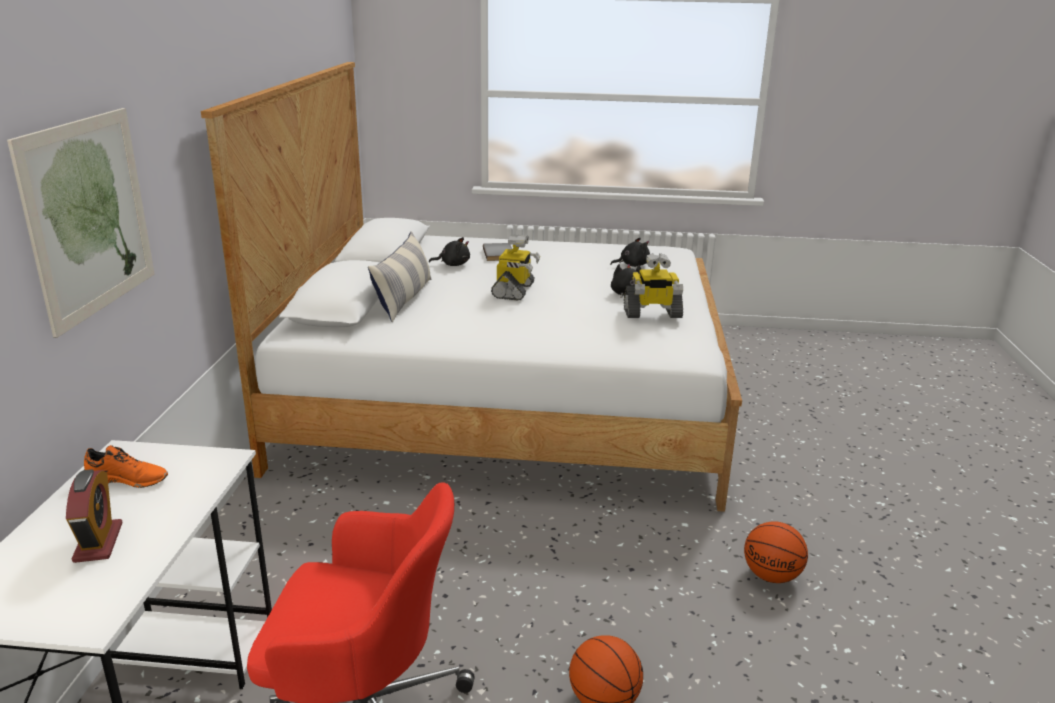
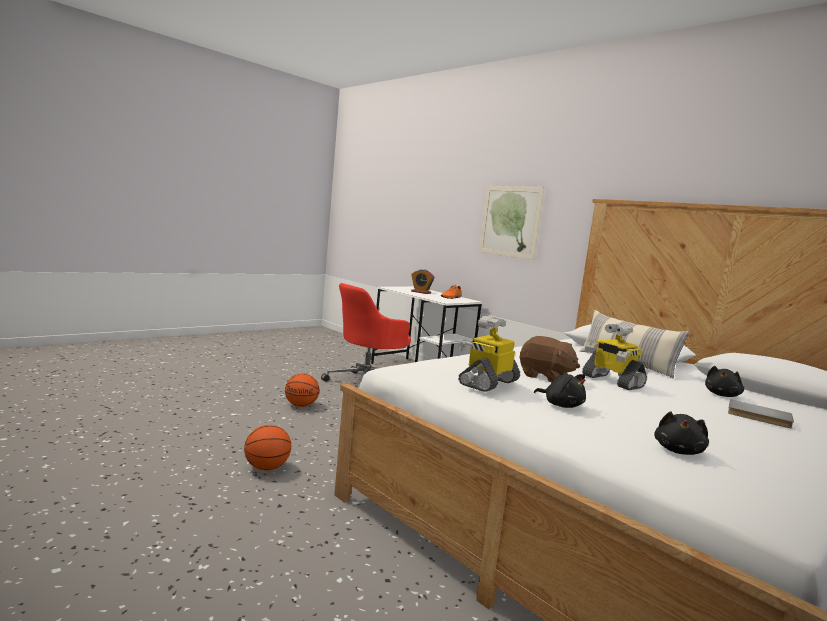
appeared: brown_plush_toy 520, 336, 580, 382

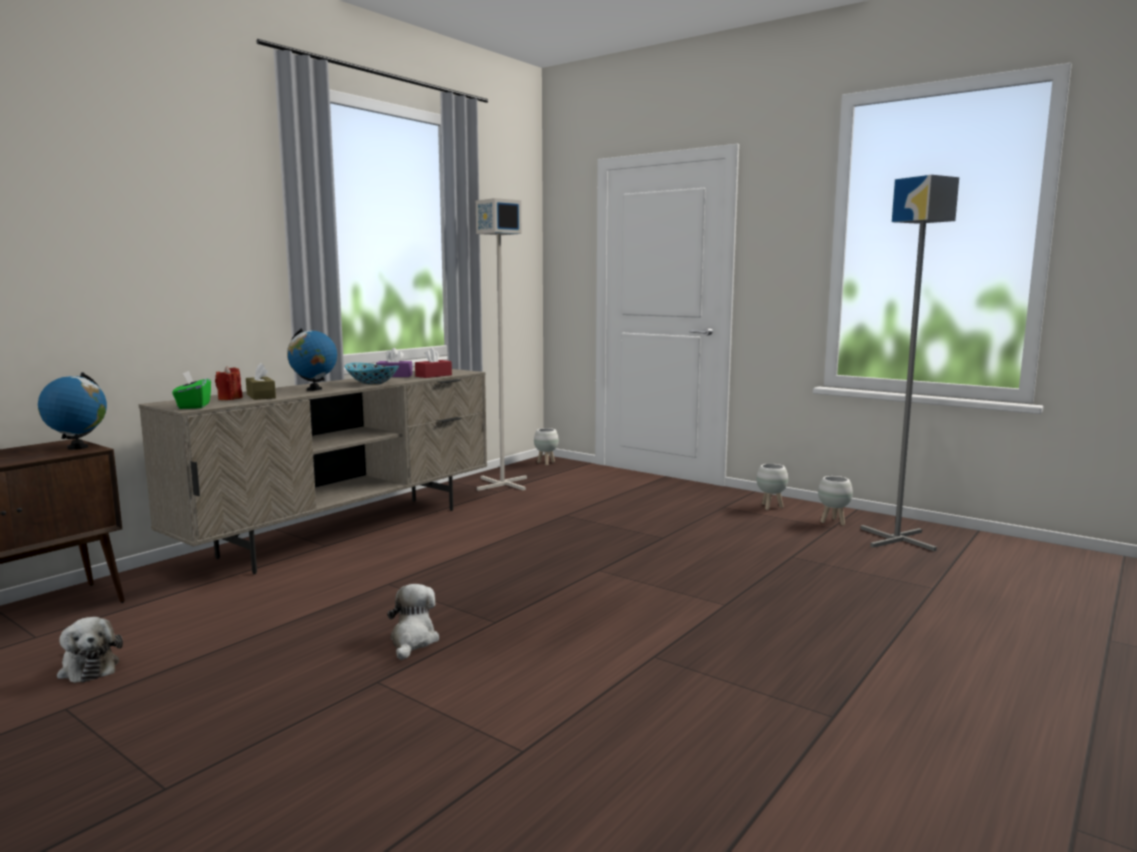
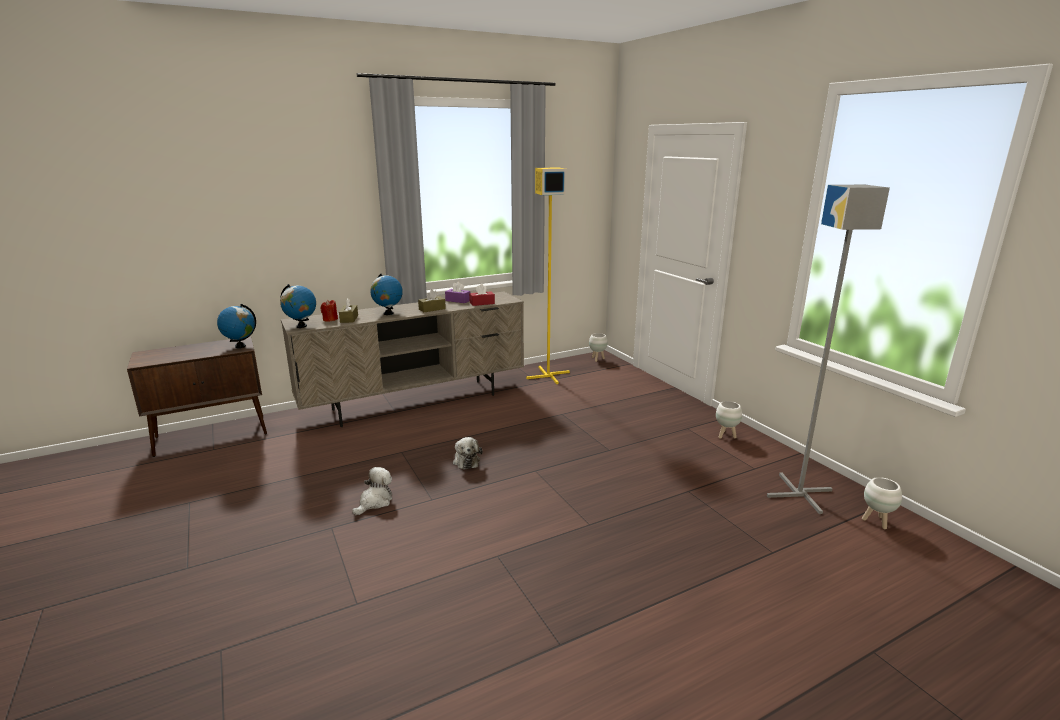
relocated: plush_toy 57, 617, 123, 683 to 453, 437, 483, 470; white_planter 818, 476, 853, 526 to 862, 477, 902, 529
exchanged: green_tissue_box 172, 371, 211, 409 to globe 280, 284, 316, 328; bowl 345, 363, 399, 384 to brown_tissue_box 418, 290, 446, 312
colour: grey_floor_lamp 476, 198, 527, 491 to yellow_floor_lamp 526, 168, 570, 384

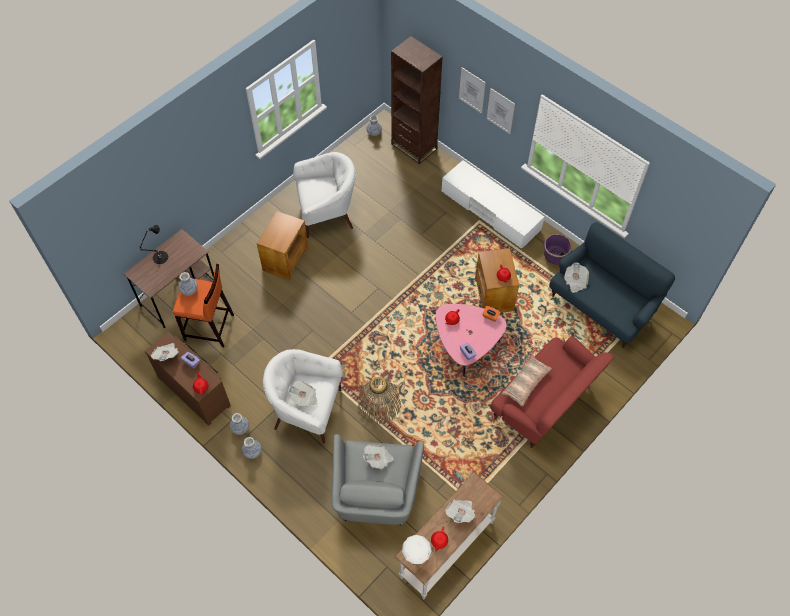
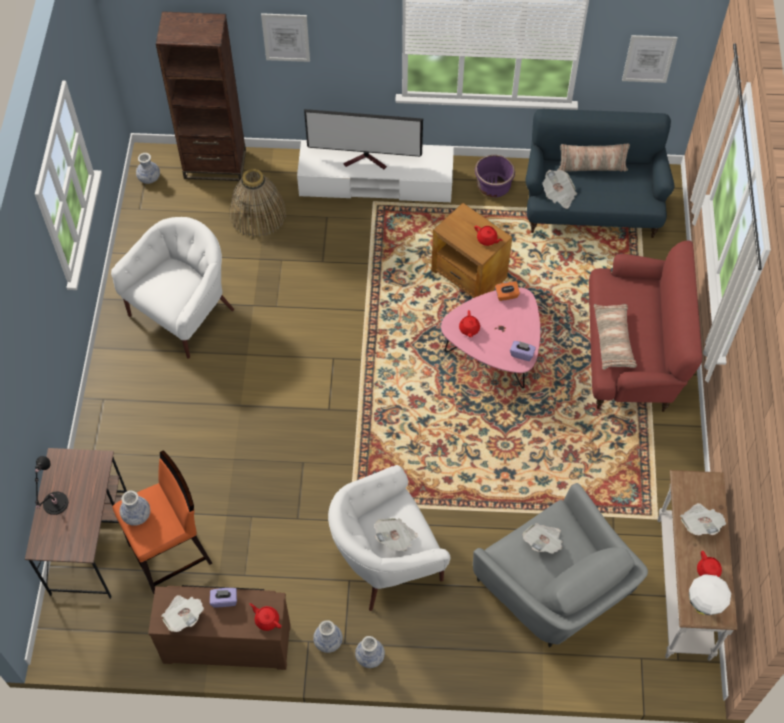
missing: brown_side_table 257, 211, 308, 281
appeared: television 304, 109, 423, 169; pillow 558, 143, 630, 172
relocated: basket 358, 377, 401, 425 to 230, 169, 286, 238; picture 487, 88, 515, 134 to 622, 35, 678, 83

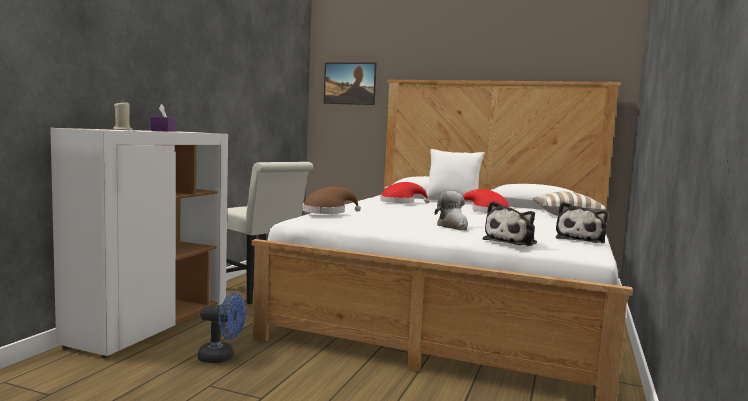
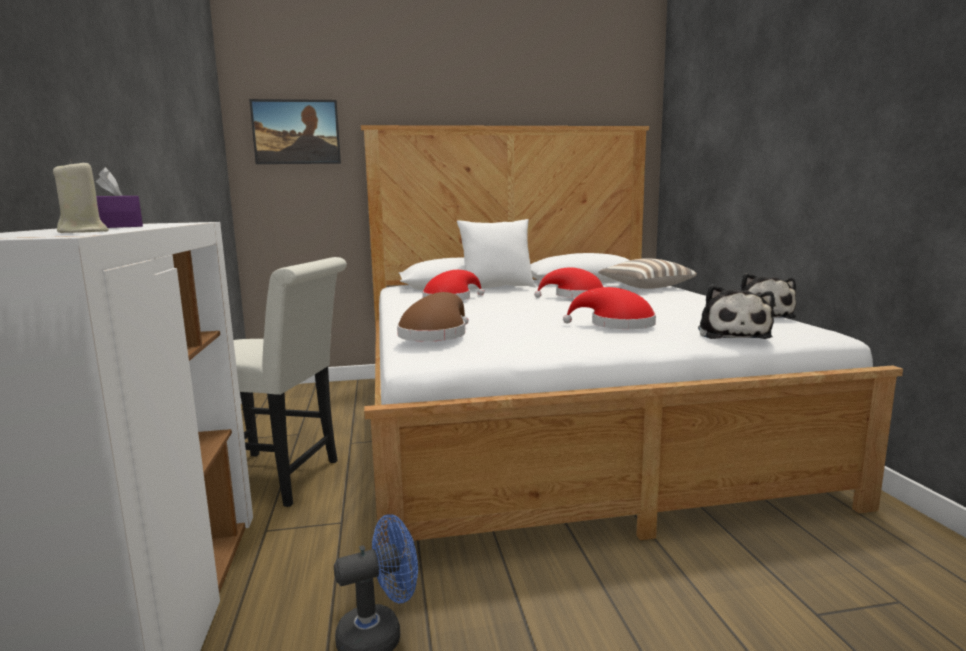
exchanged: plush_toy 435, 191, 468, 231 to red_hat 563, 287, 656, 329

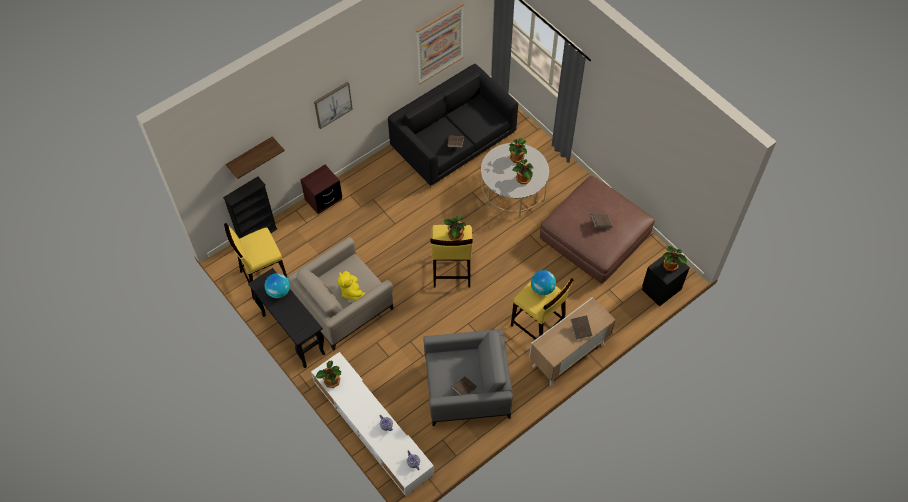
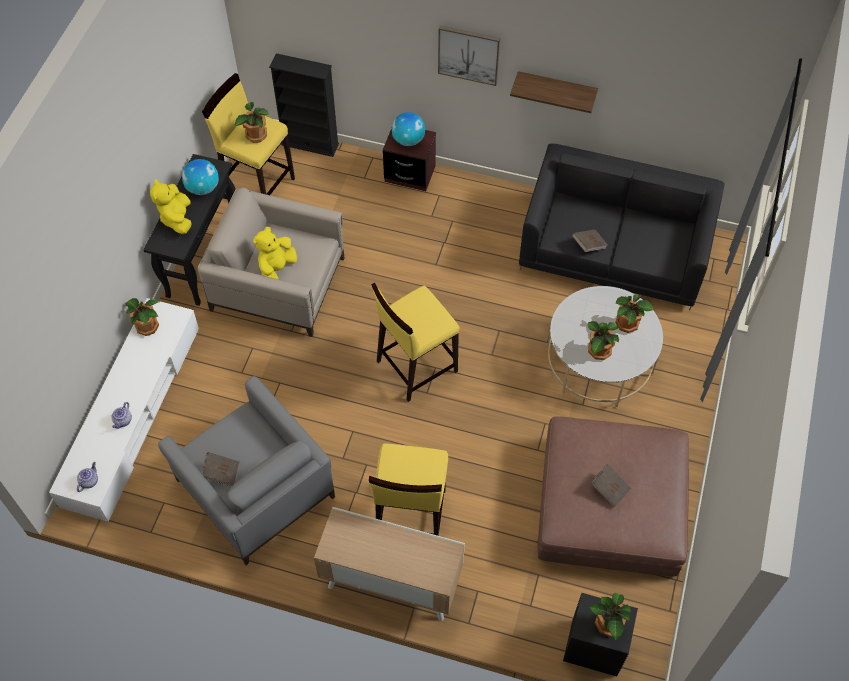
missing: picture 416, 3, 464, 84; brown_book 571, 315, 592, 340
appeared: yellow_plush_toy 150, 179, 192, 234
relocated: potted_plant 444, 216, 466, 241 to 234, 102, 269, 143; globe 531, 270, 556, 295 to 392, 112, 425, 146; shelf 226, 136, 285, 179 to 510, 71, 598, 113

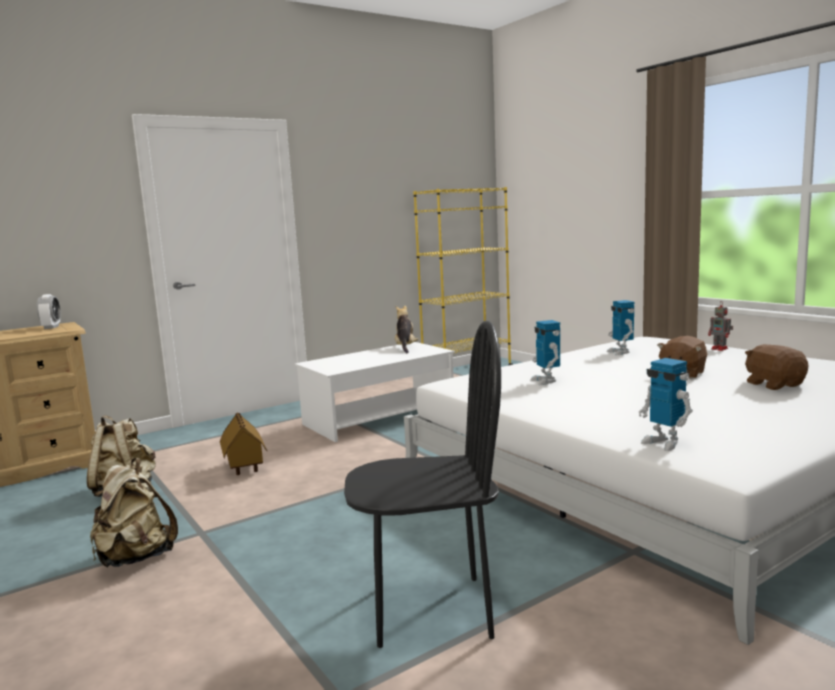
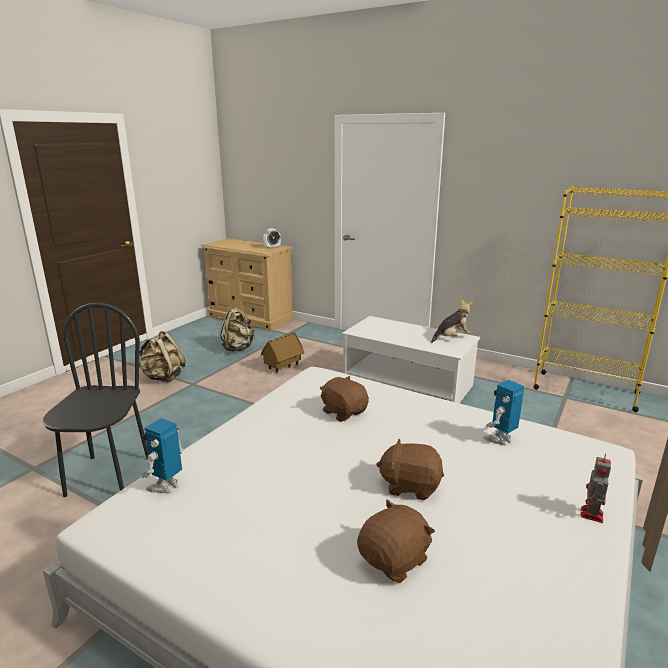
exchanged: toy_robot 530, 320, 560, 385 to brown_plush_toy 319, 376, 369, 422
spun: black_chair 344, 321, 501, 648 = 43, 302, 149, 497 150 degrees counterclockwise

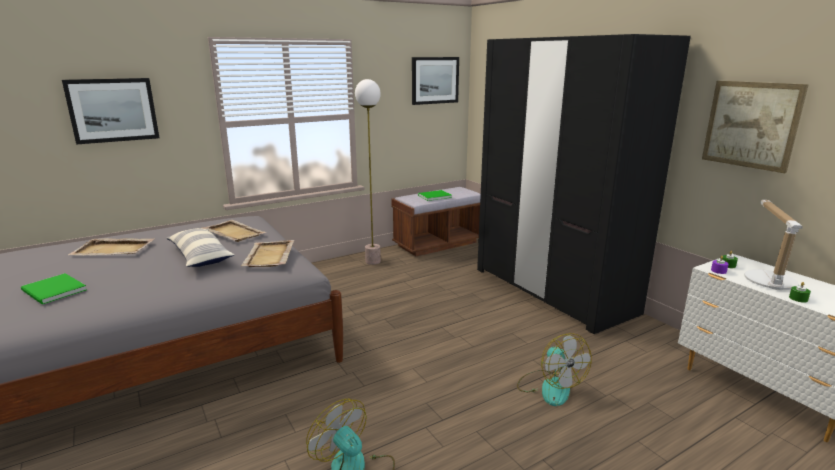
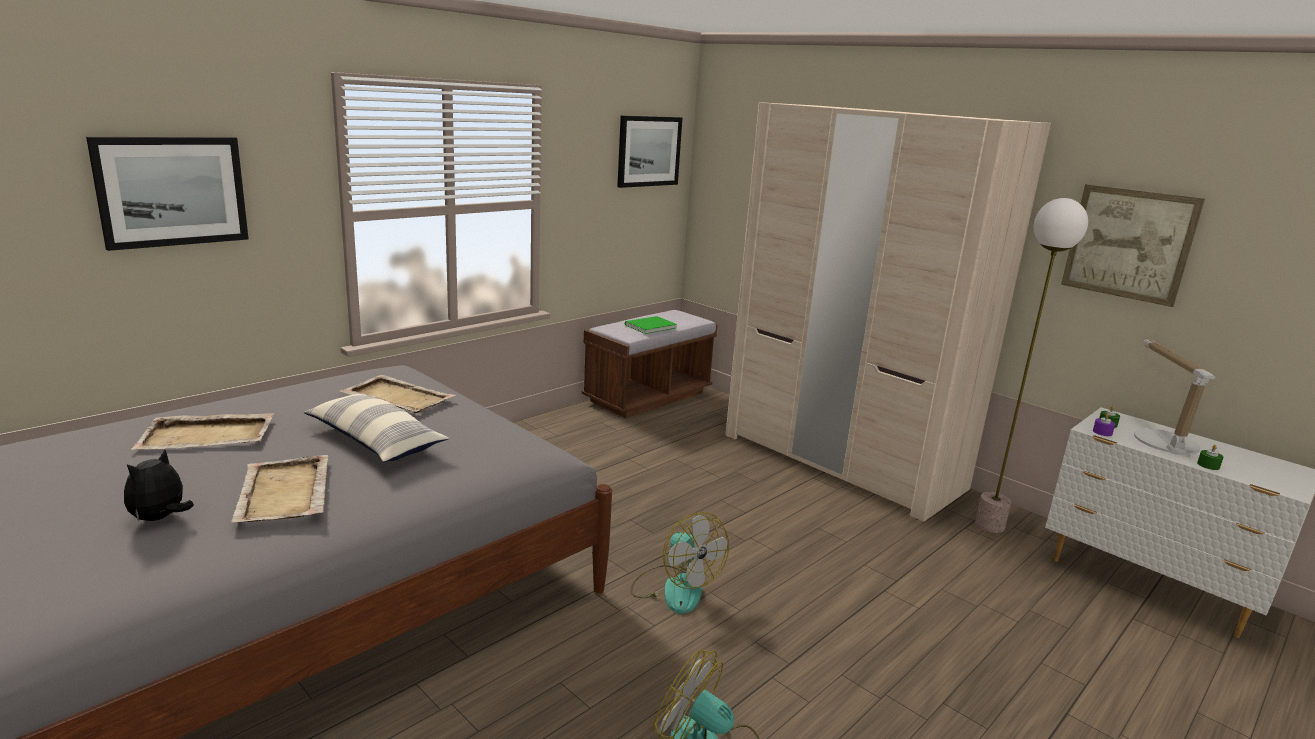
relocated: beige_tray 241, 240, 294, 267 to 231, 455, 328, 523; fan 517, 333, 592, 406 to 630, 512, 729, 614; floor_lamp 355, 79, 381, 265 to 975, 198, 1088, 533
exchanged: green_book 21, 273, 87, 305 to plush_toy 124, 450, 194, 521
colour: black_wardrobe 477, 34, 691, 334 to beige_wardrobe 725, 102, 1051, 522

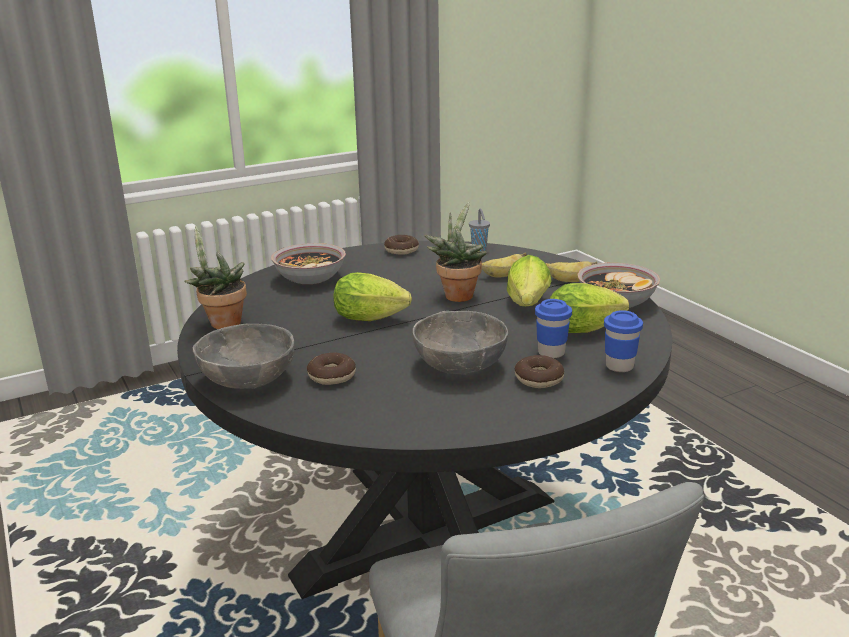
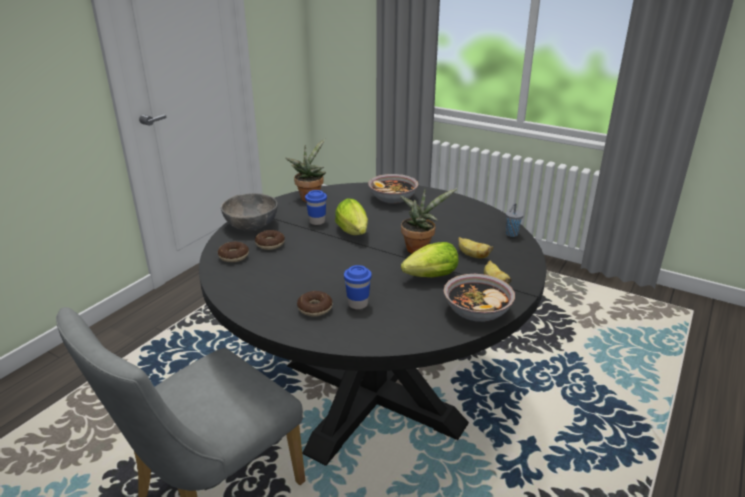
missing: grey_bowl 413, 311, 508, 374; lettuce 550, 283, 629, 333
relocated: donut 384, 235, 419, 255 to 218, 242, 249, 262; blue_cup 604, 310, 643, 372 to 305, 190, 327, 225

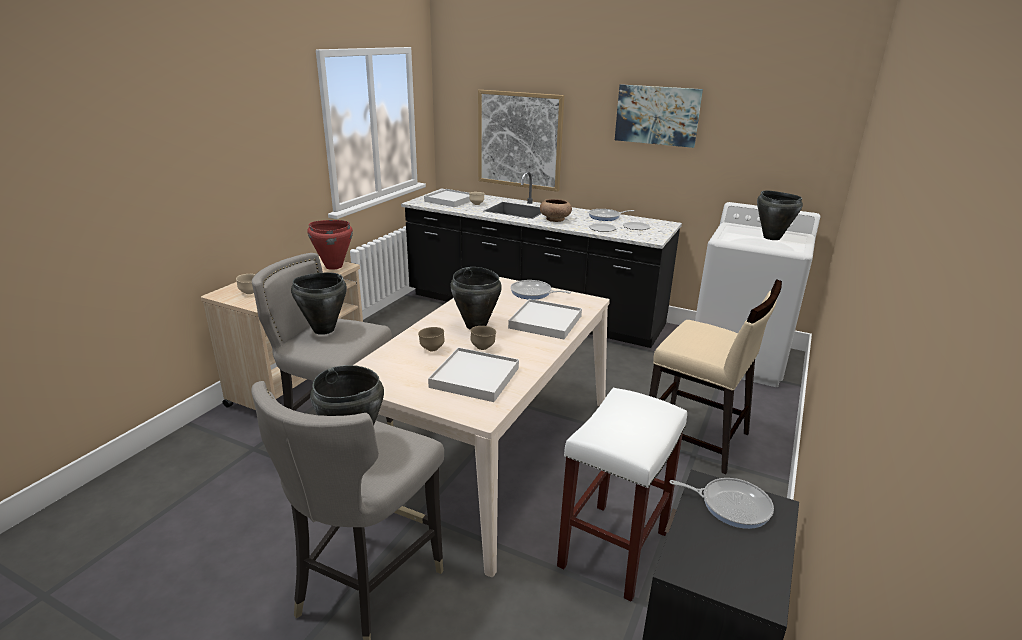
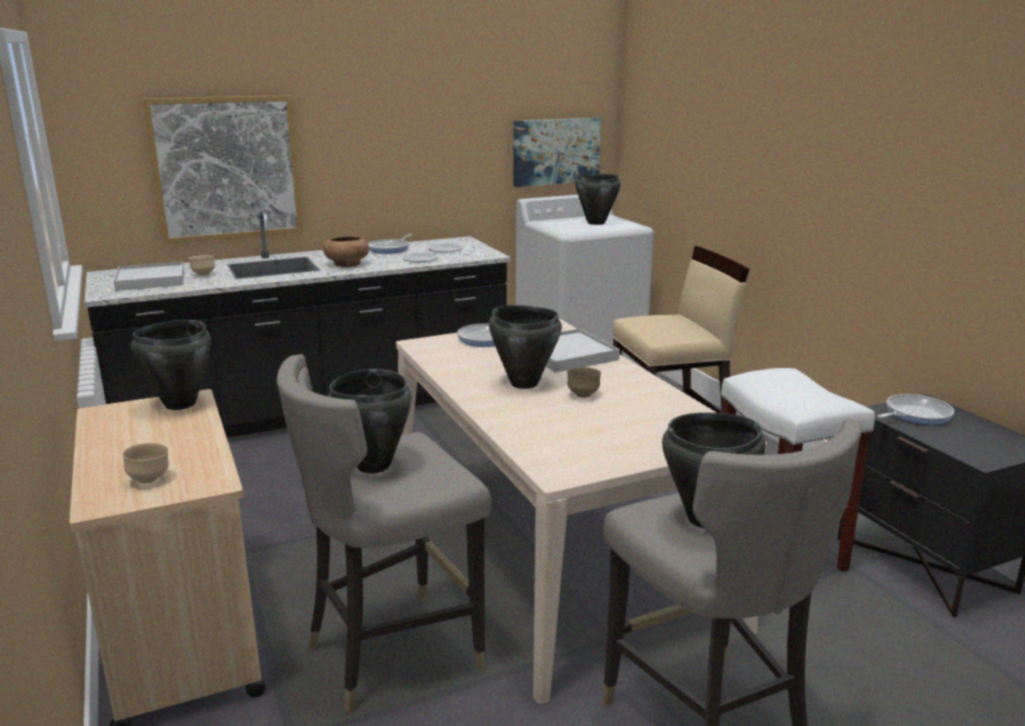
missing: brown_bowl 418, 327, 445, 351; white_tray 428, 347, 519, 402
relocated: picture 615, 84, 703, 148 to 513, 118, 601, 187
colour: red_cooking_pot 308, 220, 353, 270 to black_cooking_pot 130, 320, 211, 410

